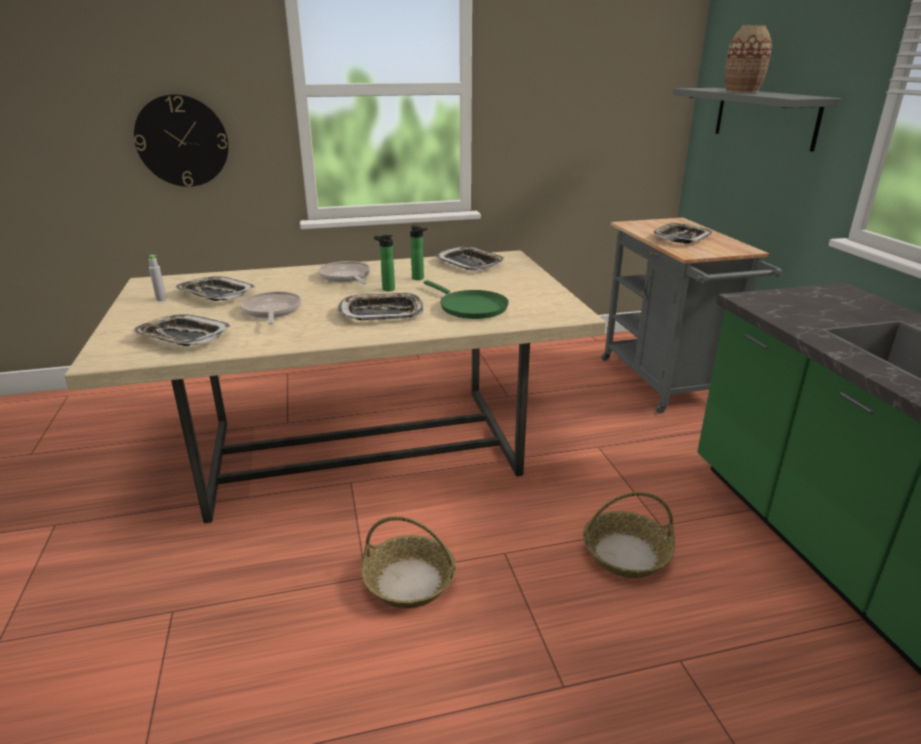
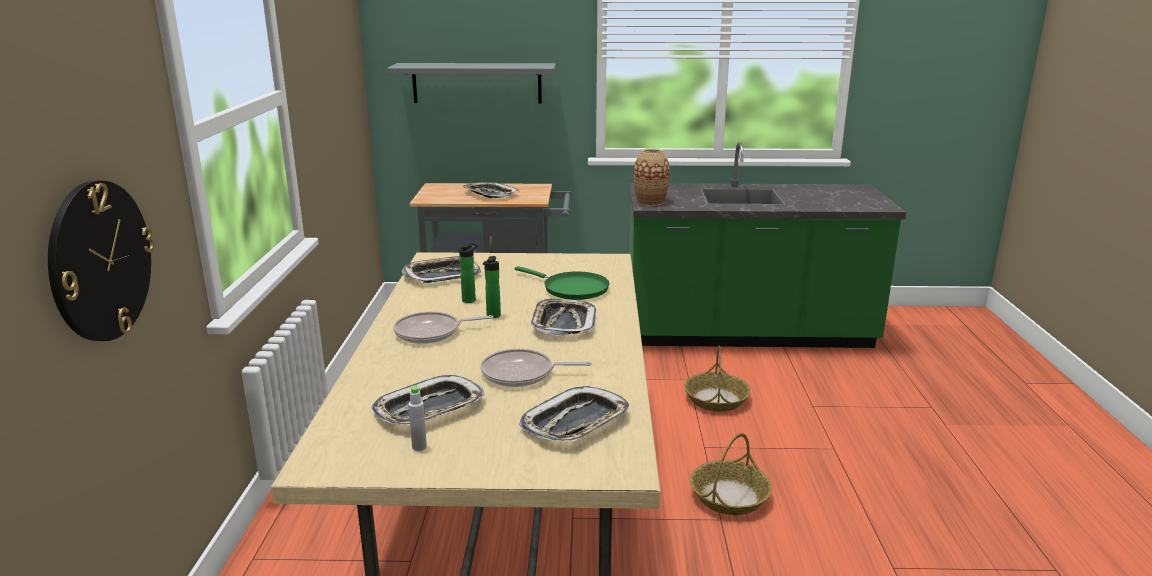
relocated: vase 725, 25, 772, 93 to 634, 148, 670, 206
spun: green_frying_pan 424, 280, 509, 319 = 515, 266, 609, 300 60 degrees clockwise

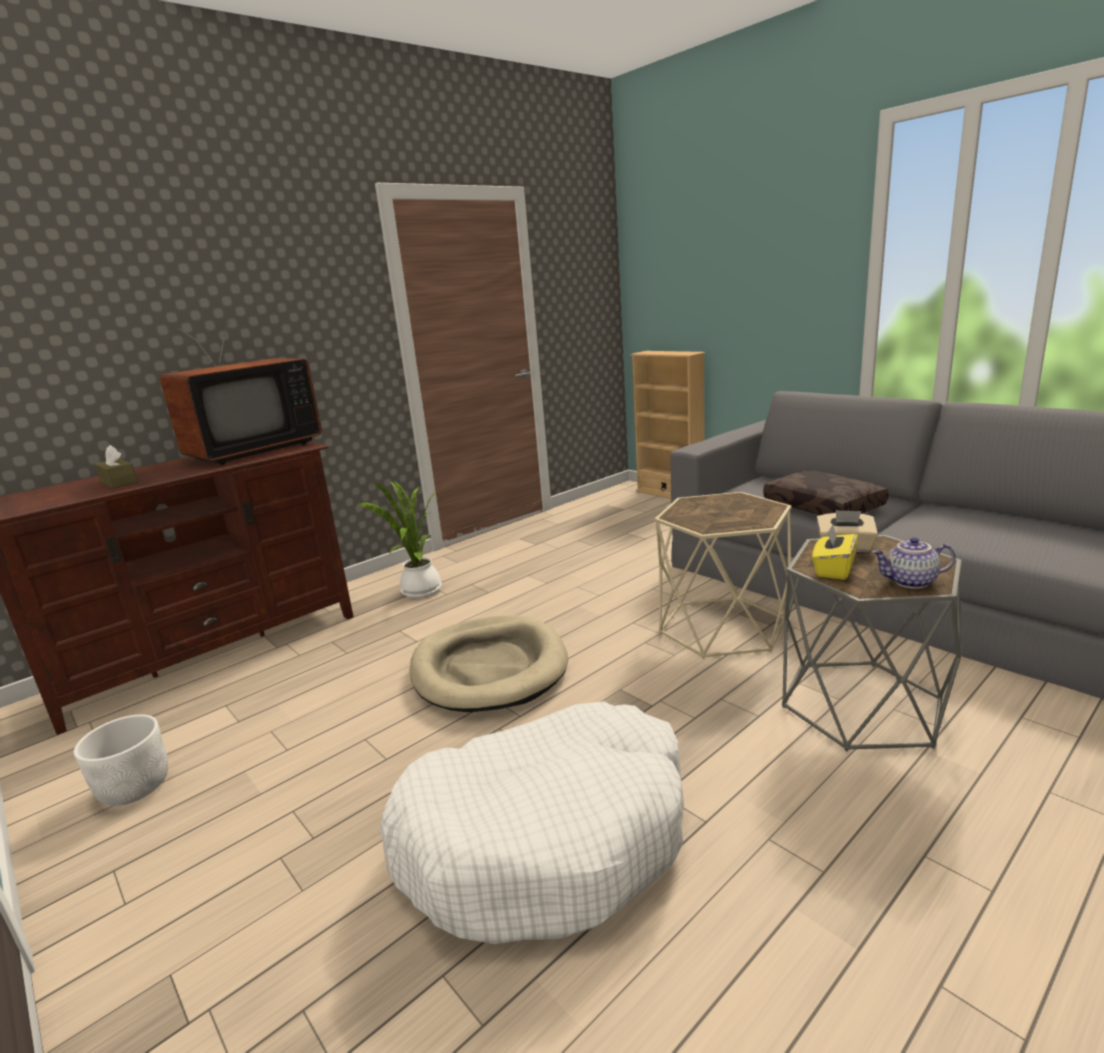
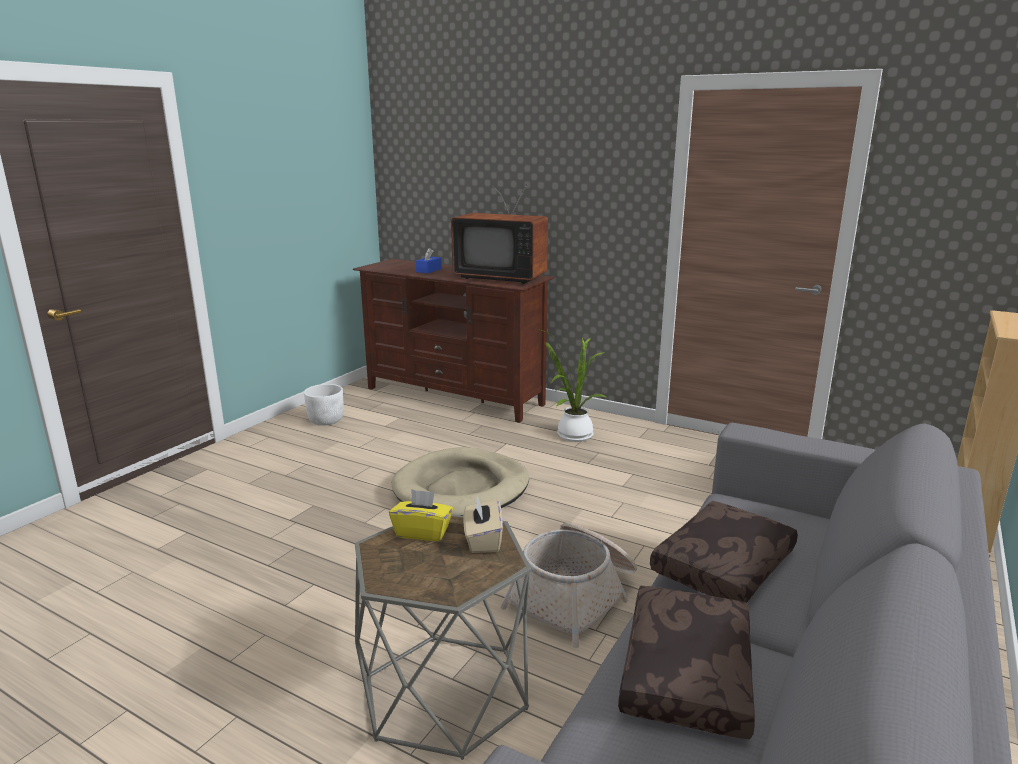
missing: white_dog_bed 380, 701, 684, 944; teapot 872, 537, 955, 589
appeared: brown_pillow 618, 586, 755, 739
exchanged: beige_side_table 655, 492, 792, 659 to basket 500, 523, 637, 648
colour: brown_tissue_box 94, 445, 138, 488 to blue_tissue_box 416, 248, 442, 273

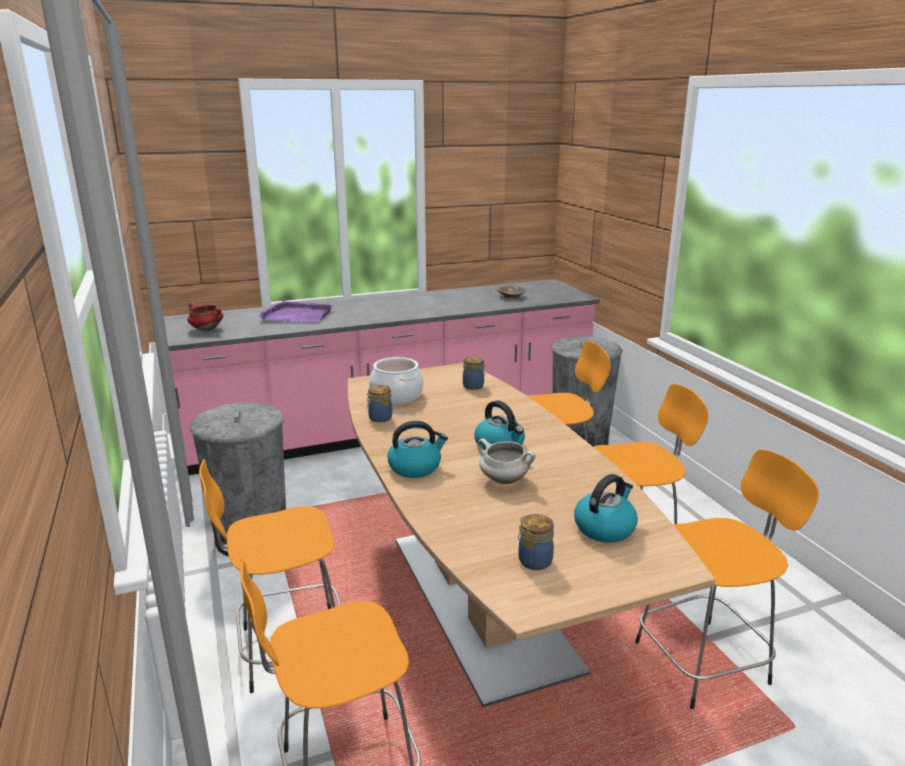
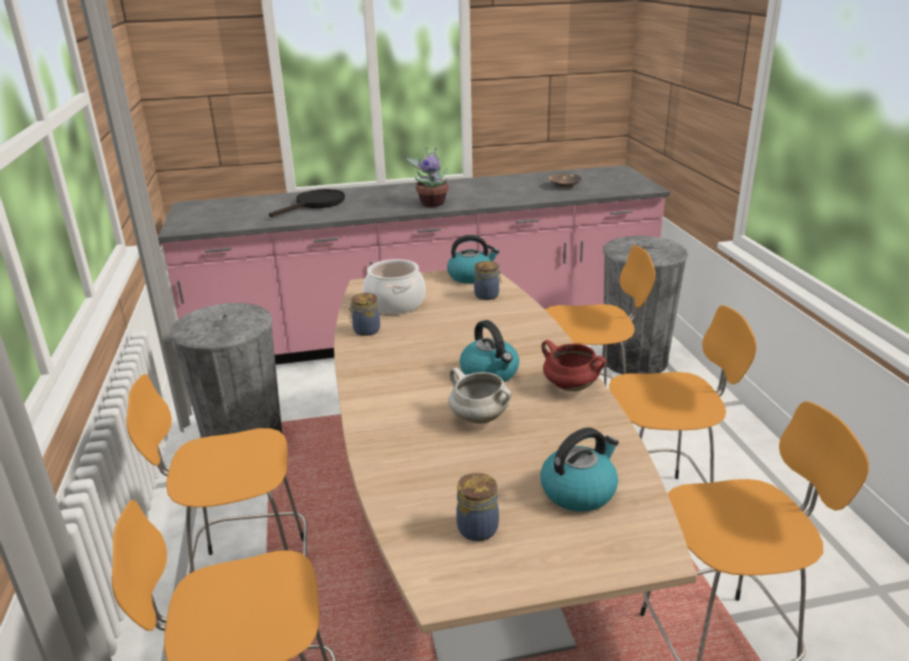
appeared: potted_plant 404, 147, 449, 207
relocated: kettle 387, 421, 448, 478 to 447, 235, 500, 284; red_cooking_pot 187, 303, 223, 331 to 541, 340, 606, 391
exchanged: purple_tray 259, 300, 333, 323 to black_frying_pan 269, 189, 345, 217

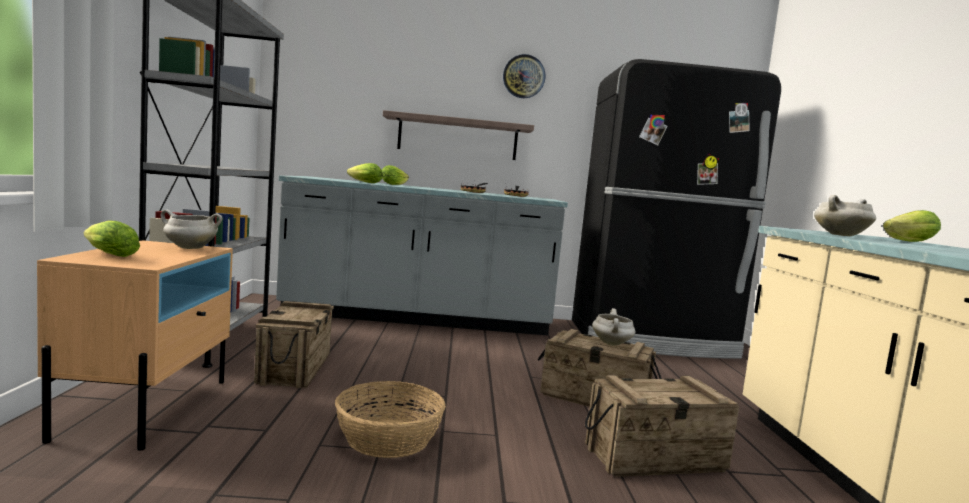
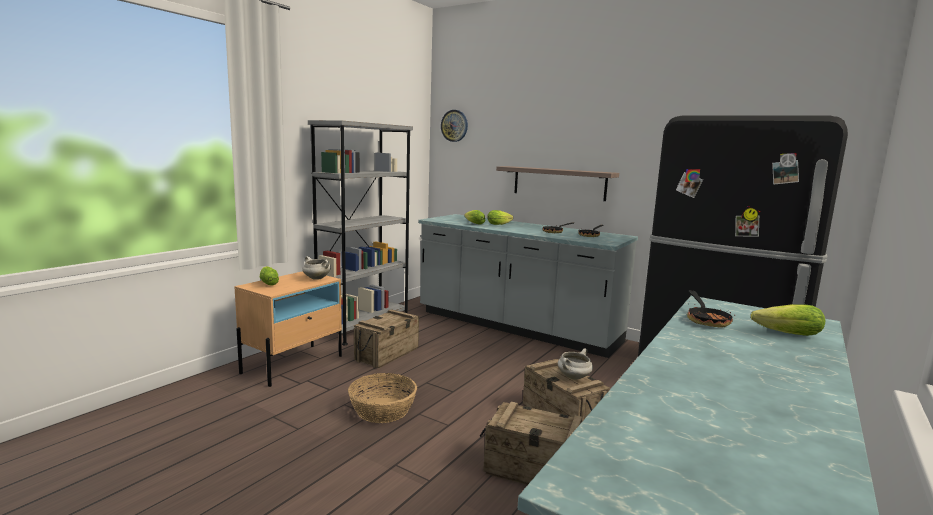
relocated: wall_clock 503, 54, 545, 98 to 441, 110, 468, 142
exchanged: white_cooking_pot 814, 195, 876, 236 to frying_pan 687, 290, 733, 328

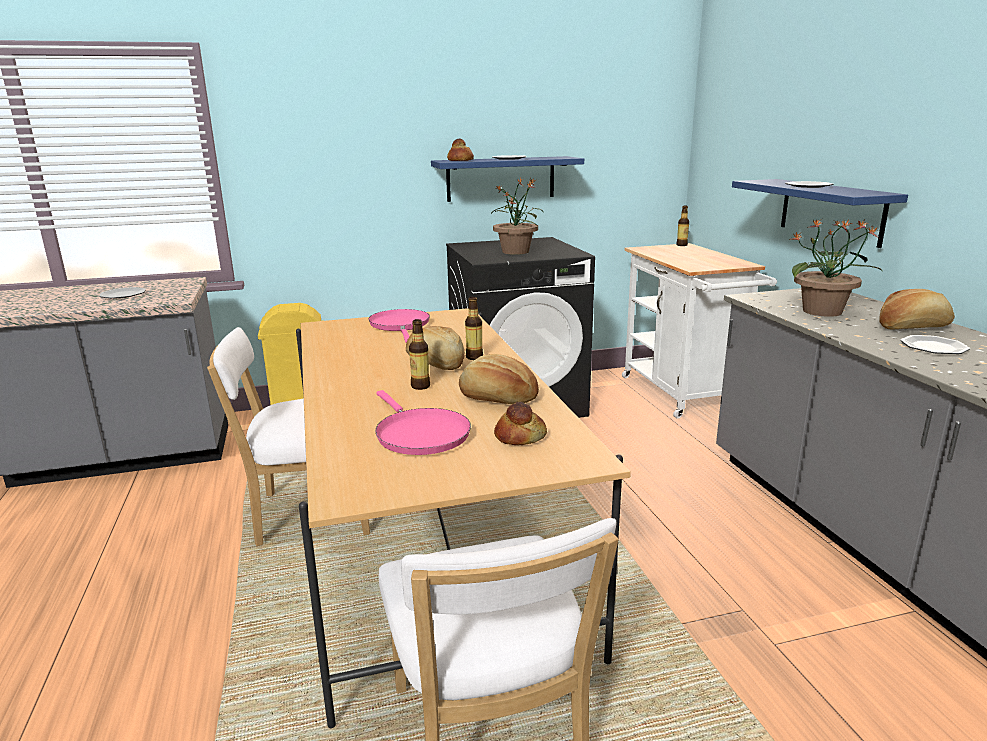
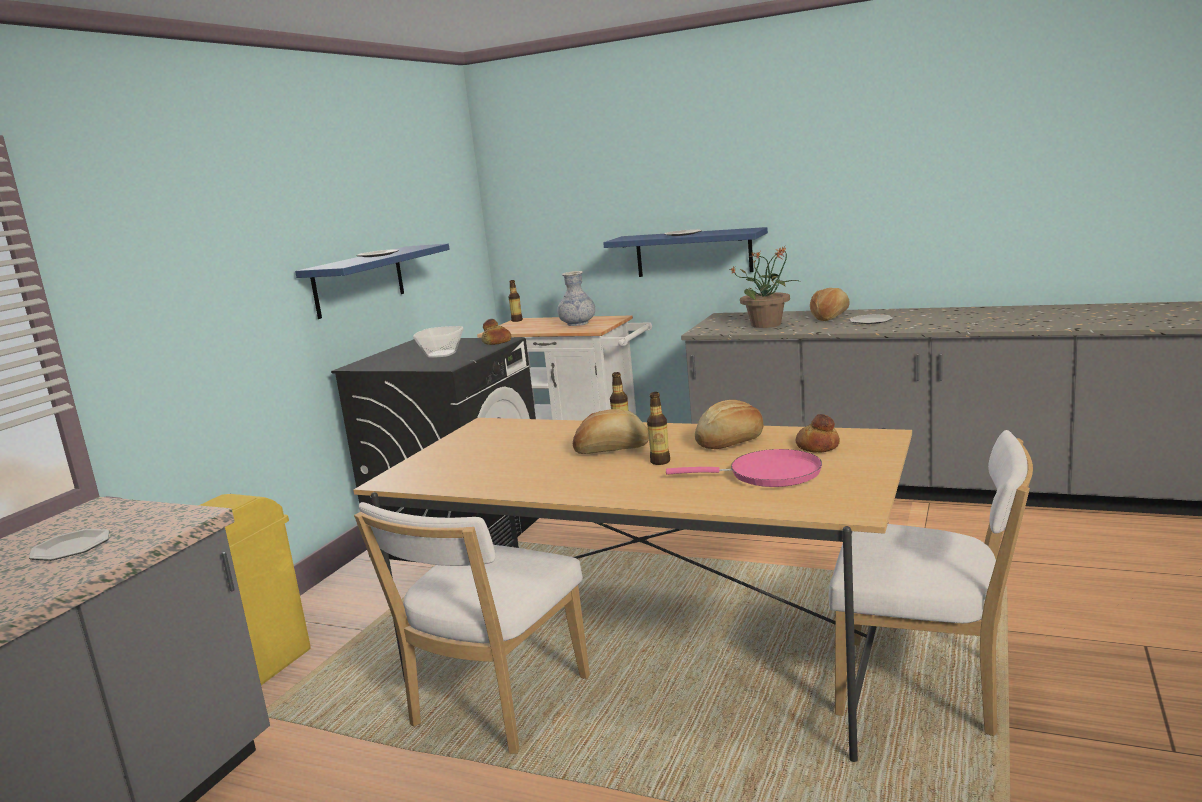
missing: pink_frying_pan 368, 309, 430, 343
appeared: vase 557, 271, 595, 326
relocated: bread 447, 138, 474, 161 to 481, 319, 511, 345
exchanged: potted_plant 492, 178, 543, 255 to bowl 413, 326, 463, 357

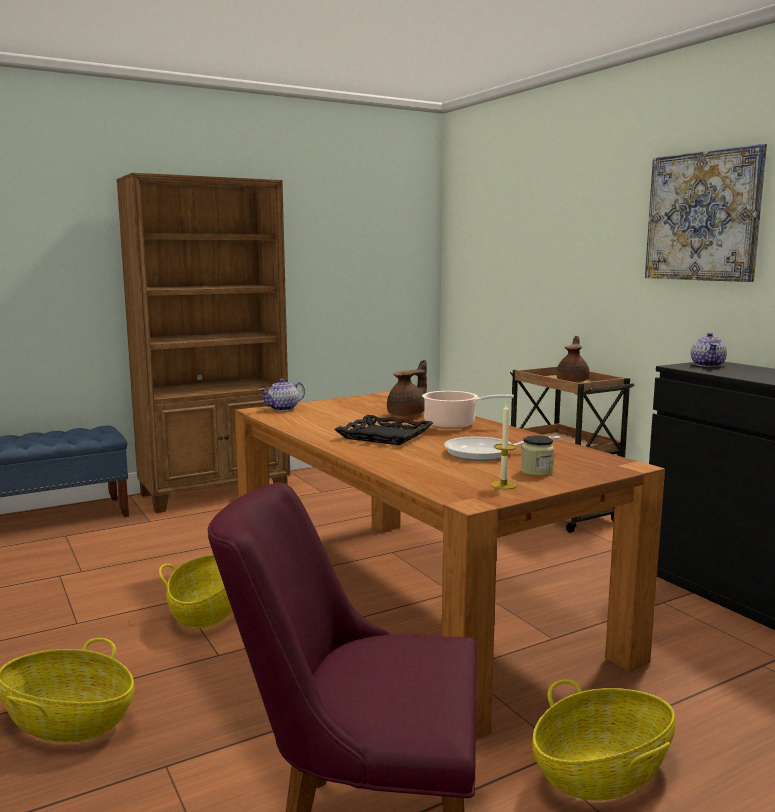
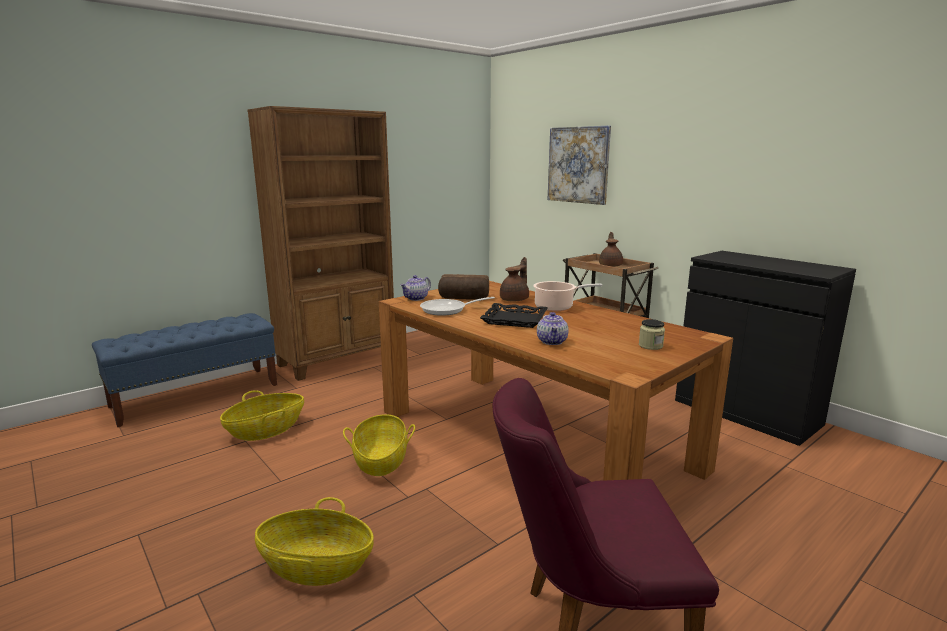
missing: candle 490, 402, 517, 489
appeared: bread 438, 274, 489, 300
relocated: basket 532, 679, 675, 801 to 220, 390, 304, 441; frying_pan 444, 436, 560, 461 to 420, 297, 495, 316; teapot 691, 333, 727, 367 to 537, 312, 569, 345; picture 645, 144, 767, 282 to 547, 125, 611, 205

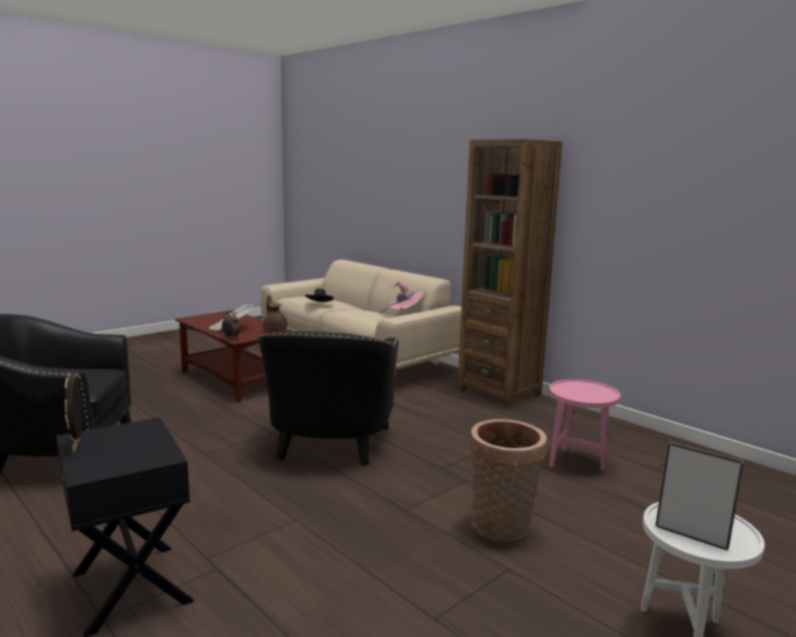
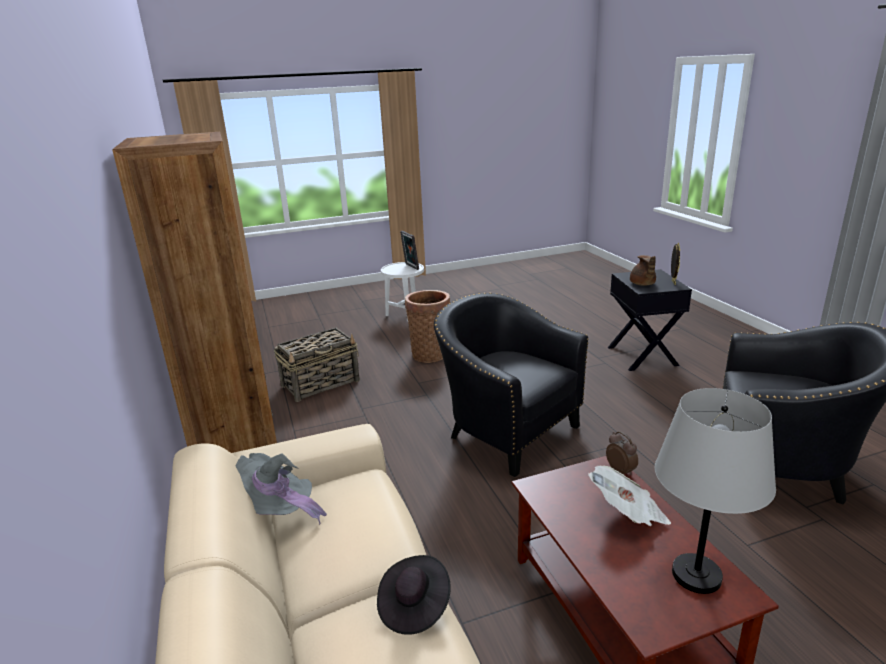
appeared: grey_table_lamp 655, 388, 776, 594
relocated: brown_teapot 263, 295, 288, 332 to 630, 255, 656, 286
exchanged: pink_side_table 549, 379, 620, 470 to basket 274, 328, 360, 402
colour: pink_hat 380, 280, 426, 314 to grey_hat 235, 453, 327, 525
spun: black_armchair 258, 331, 399, 466 = 434, 293, 588, 477 75 degrees counterclockwise

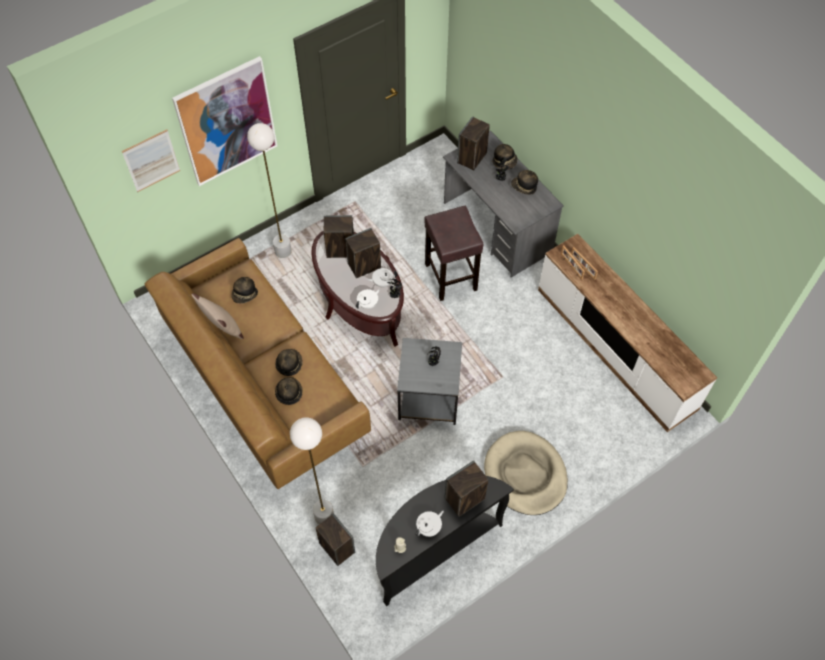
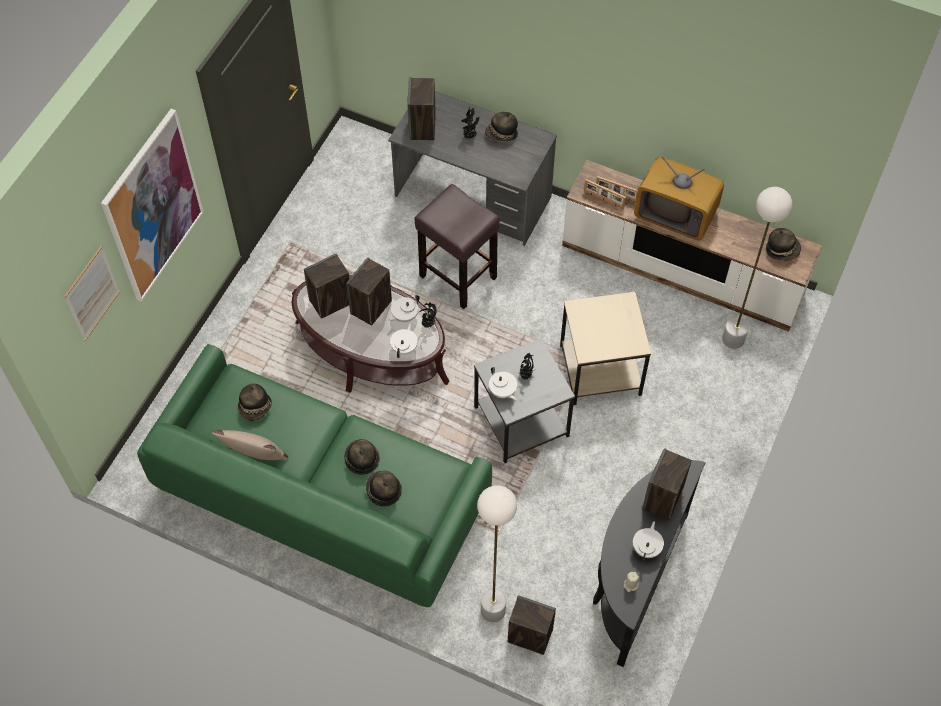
missing: beige_dog_bed 484, 431, 568, 515
appeared: white_teapot 489, 367, 517, 400; beige_side_table 560, 292, 651, 405; television 634, 156, 724, 241
relocated: white_floor_lamp 247, 123, 292, 258 to 722, 187, 792, 349; hat 492, 144, 518, 170 to 766, 228, 801, 261
colour: brown_sofa 144, 238, 371, 489 to green_sofa 137, 344, 492, 607

